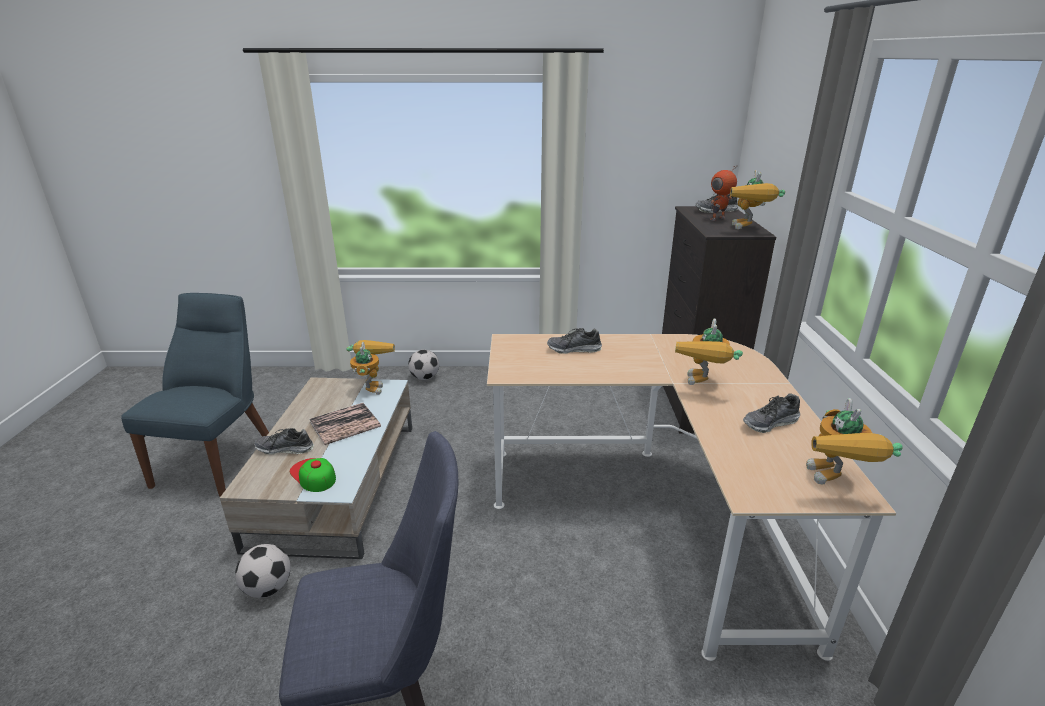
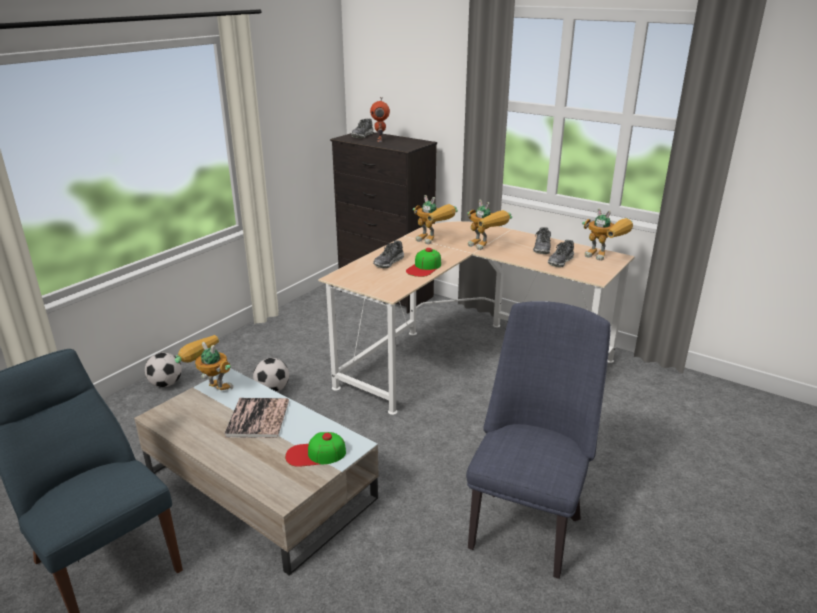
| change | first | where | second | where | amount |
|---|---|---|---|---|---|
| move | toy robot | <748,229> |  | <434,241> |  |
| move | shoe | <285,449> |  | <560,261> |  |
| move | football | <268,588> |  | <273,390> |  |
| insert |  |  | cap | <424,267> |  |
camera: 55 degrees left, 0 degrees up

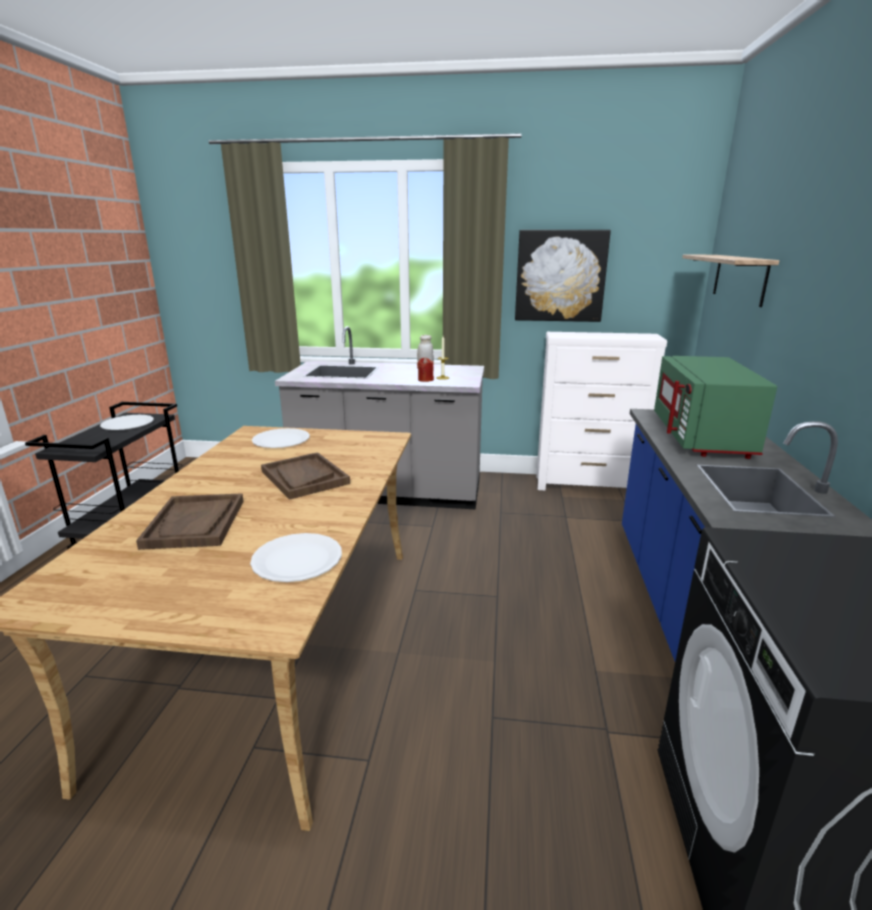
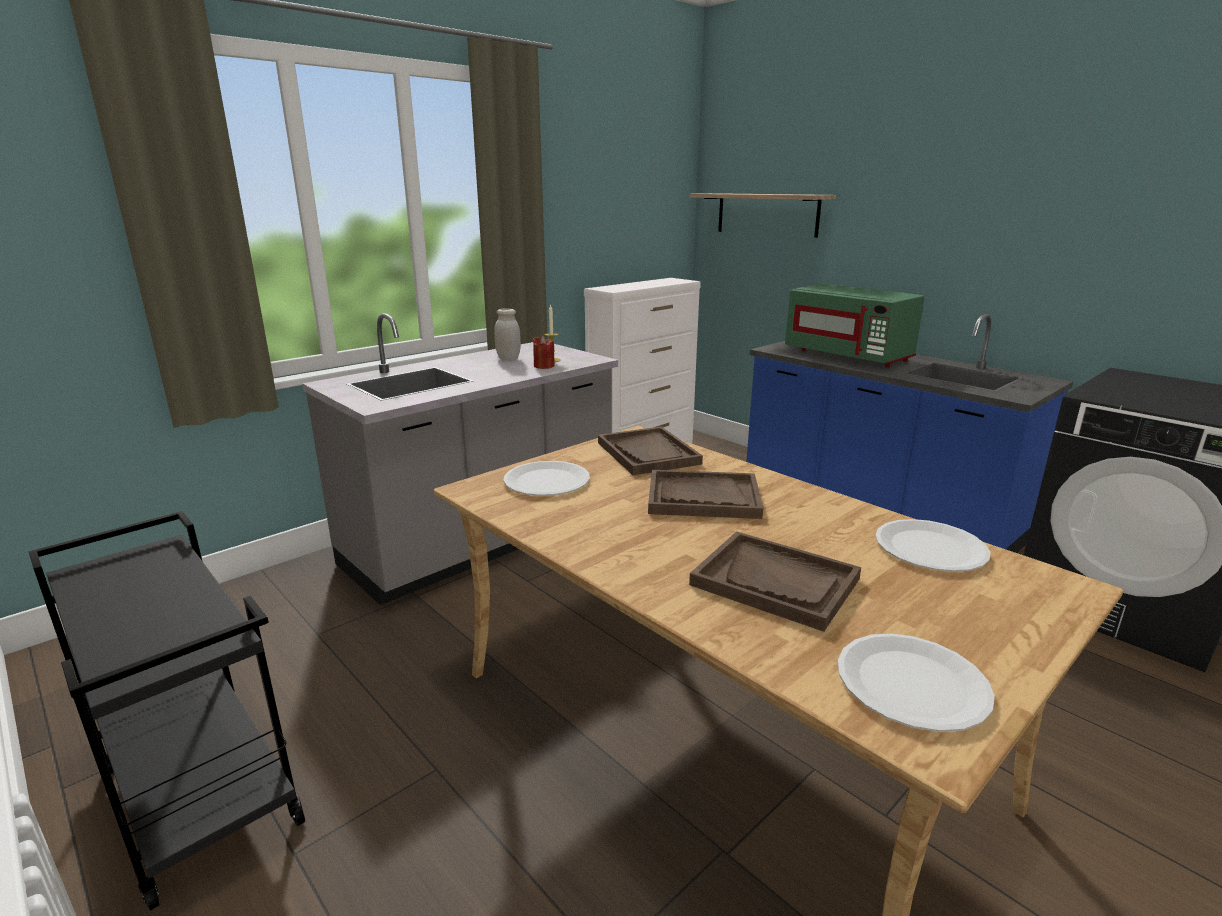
| change | first | where | second | where | amount |
|---|---|---|---|---|---|
| delete | picture | <560,276> |  |  |  |
| move | white plate | <128,424> |  | <912,683> |  |
| insert |  |  | brown tray | <648,453> |  |
camera: 50 degrees left, 0 degrees up

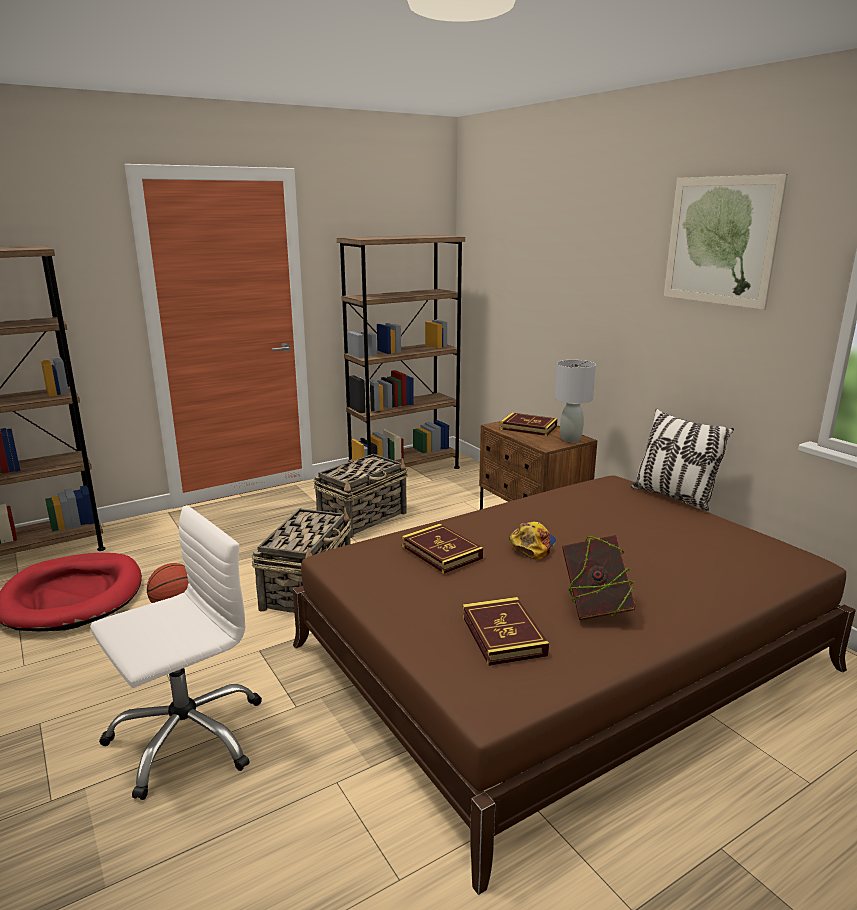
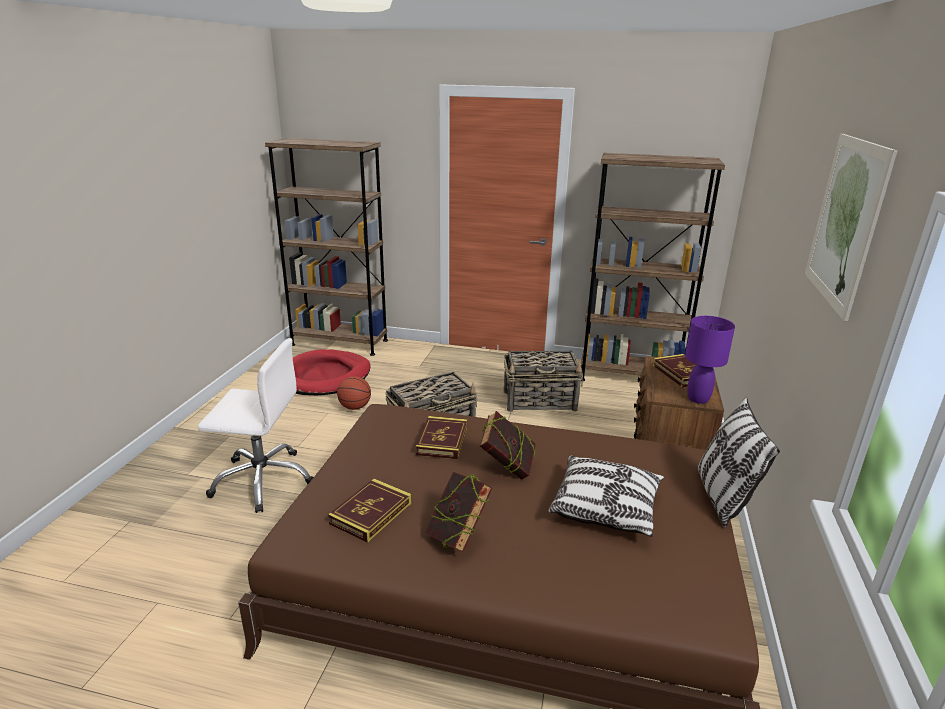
| change | first | where | second | where | amount |
|---|---|---|---|---|---|
| recolor | grey table lamp | <571,439> | purple table lamp | <698,399> |  |
| replace | cap | <532,545> | book | <507,469> |  |
| insert |  |  | pillow | <605,508> |  |
camera: 45 degrees right, 5 degrees up

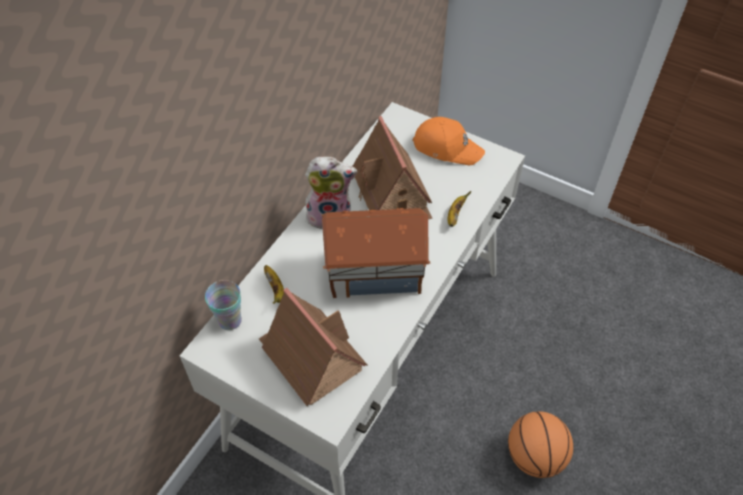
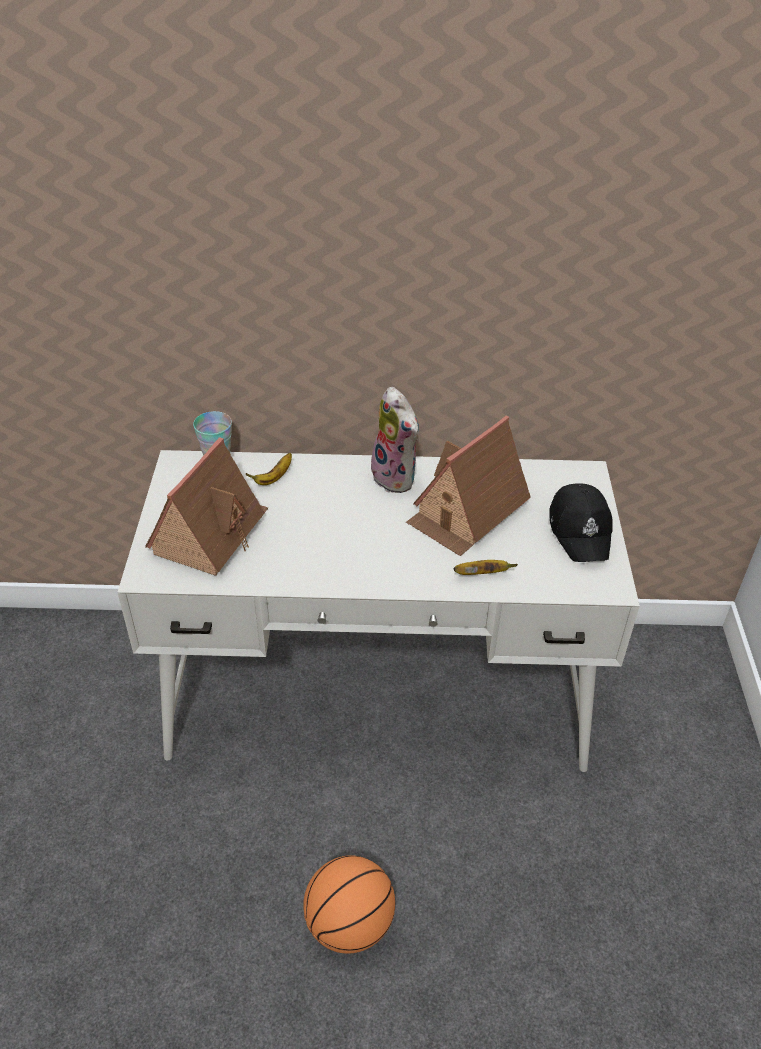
| change | first | where | second | where | amount |
|---|---|---|---|---|---|
| recolor | orange cap | <447,147> | black cap | <581,530> |  |
| delete | toy house | <374,271> |  |  |  |
camera: 60 degrees right, 10 degrees down

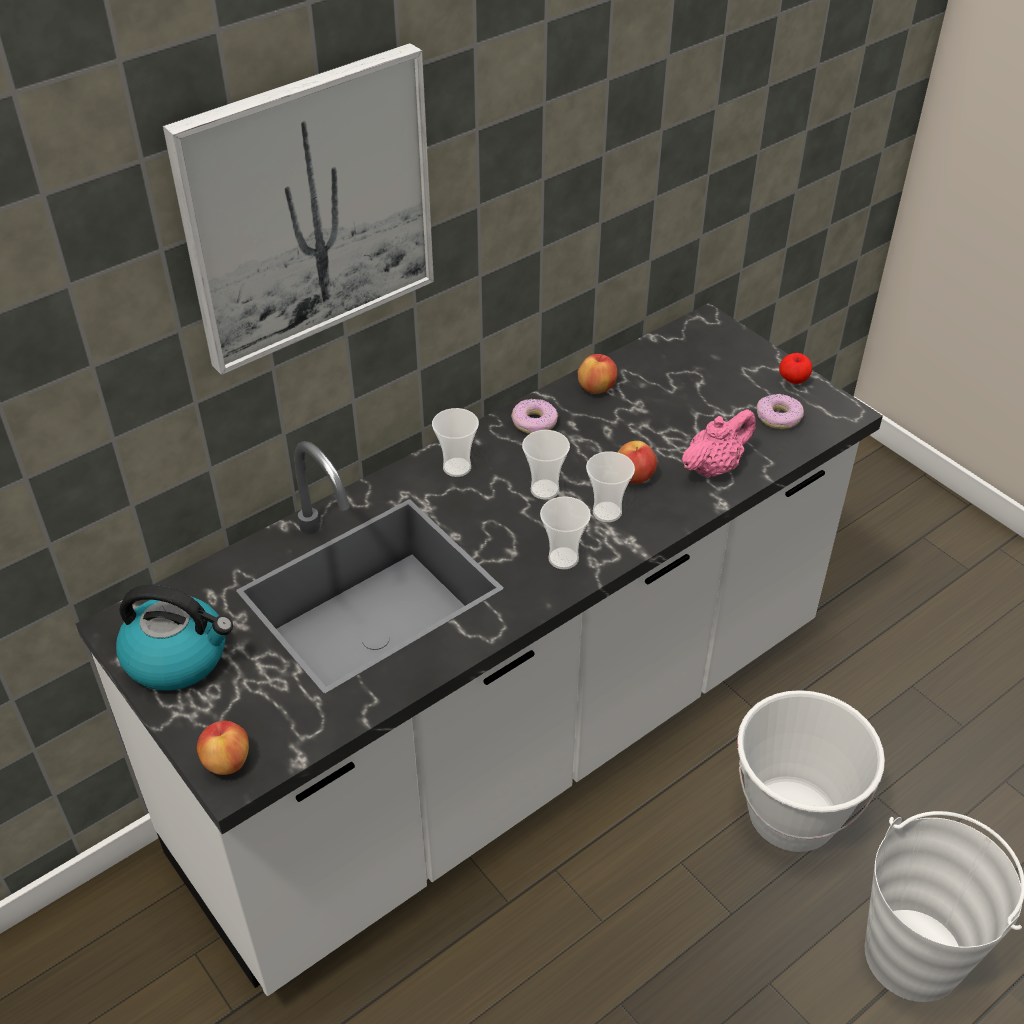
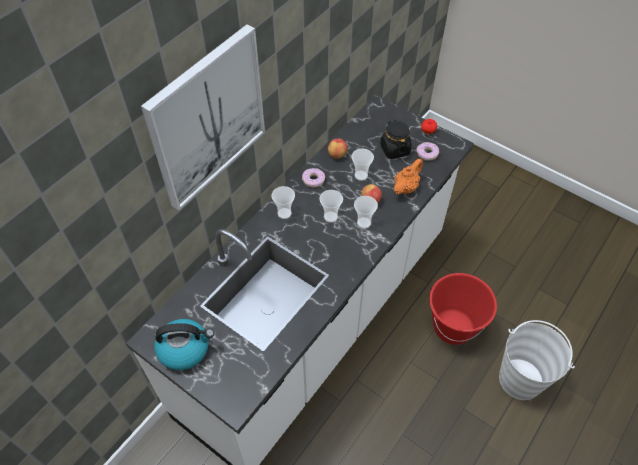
| change | first | where | second | where | amount |
|---|---|---|---|---|---|
| recolor | pink teapot | <714,467> | orange teapot | <406,187> |  |
| move | cup | <563,558> |  | <361,175> |  |
| recolor | white bucket | <791,814> | red bucket | <453,327> |  |
| delete | apple | <227,761> |  |  |  |
| insert |  |  | black jar | <395,149> |  |
camera: 15 degrees left, 10 degrees up

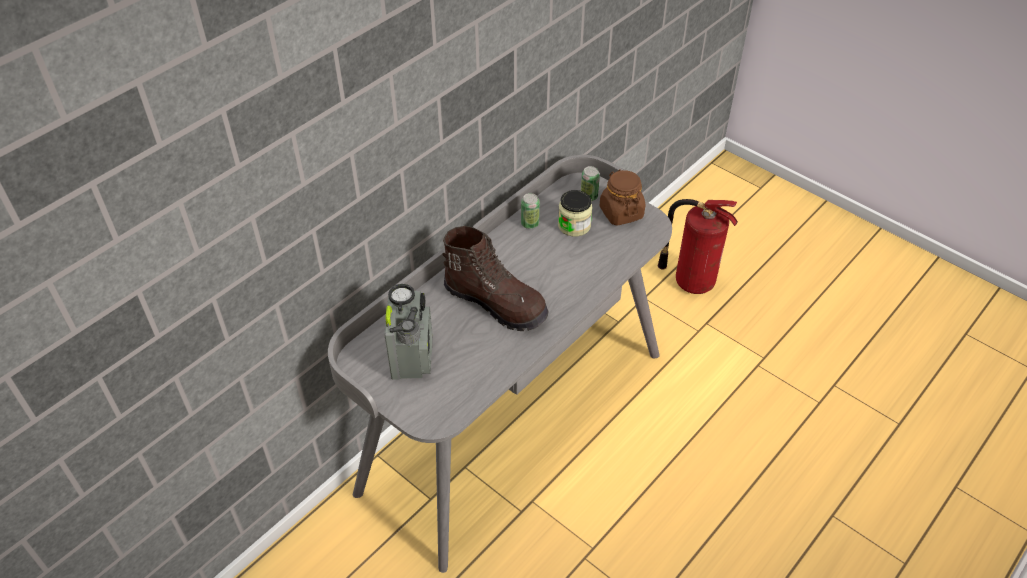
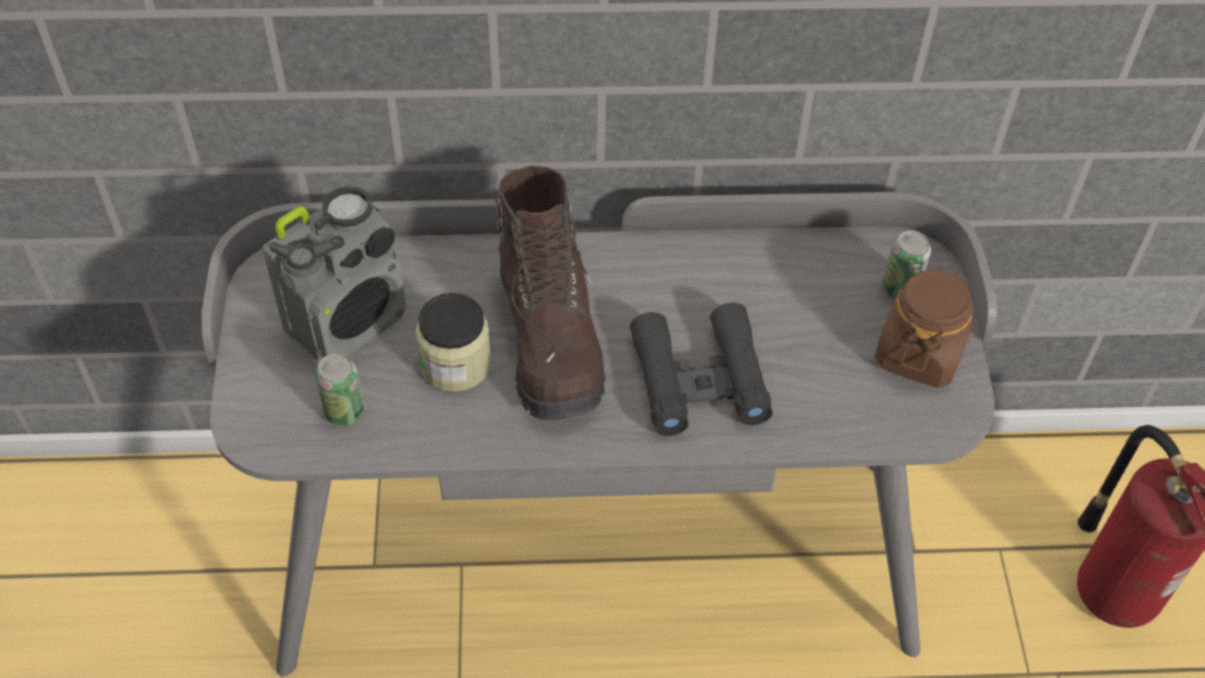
| change | first | where | second | where | amount |
|---|---|---|---|---|---|
| move | jar | <574,225> |  | <456,364> |  |
| move | can | <530,224> |  | <344,412> |  |
| insert |  |  | black binoculars | <699,379> |  |
camera: 45 degrees right, 5 degrees up

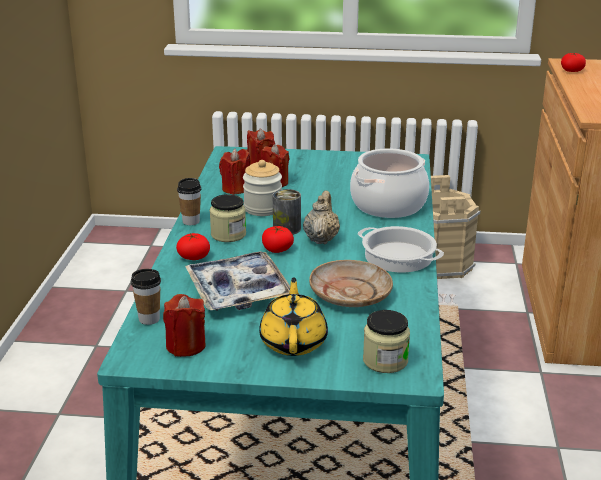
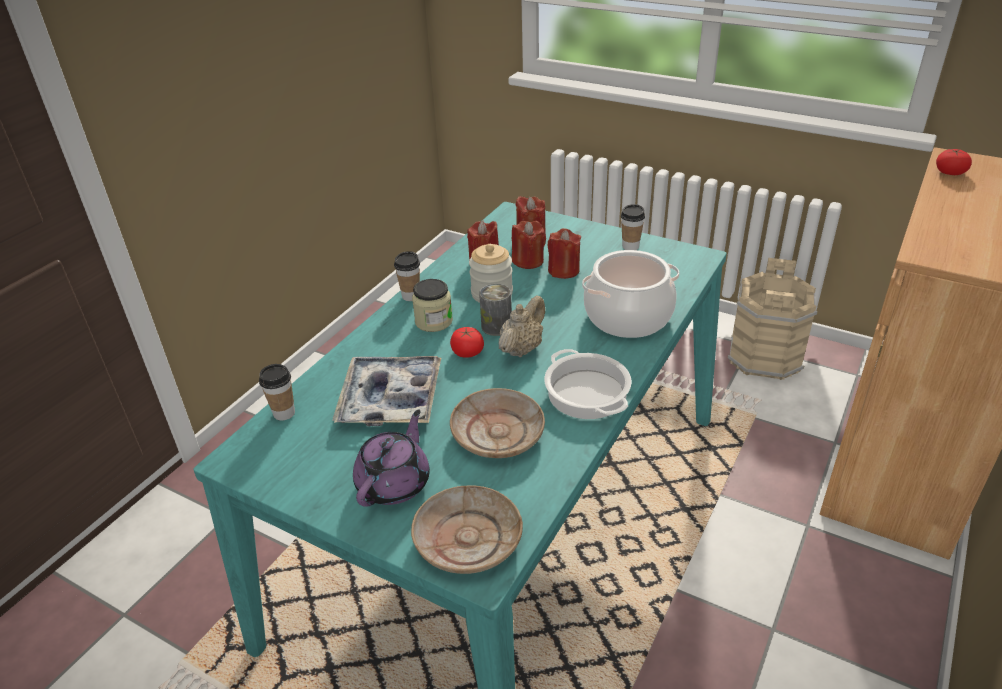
| change | first | where | second | where | amount |
|---|---|---|---|---|---|
| delete | tomato | <193,257> |  |  |  |
| recolor | yellow teapot | <294,341> | purple teapot | <394,483> |  |
| move | red candle | <186,346> |  | <563,270> |  |
| replace | jar | <385,361> | beige plate | <467,539> |  |
| insert |  |  | cup | <630,247> |  |
camera: 25 degrees right, 10 degrees up

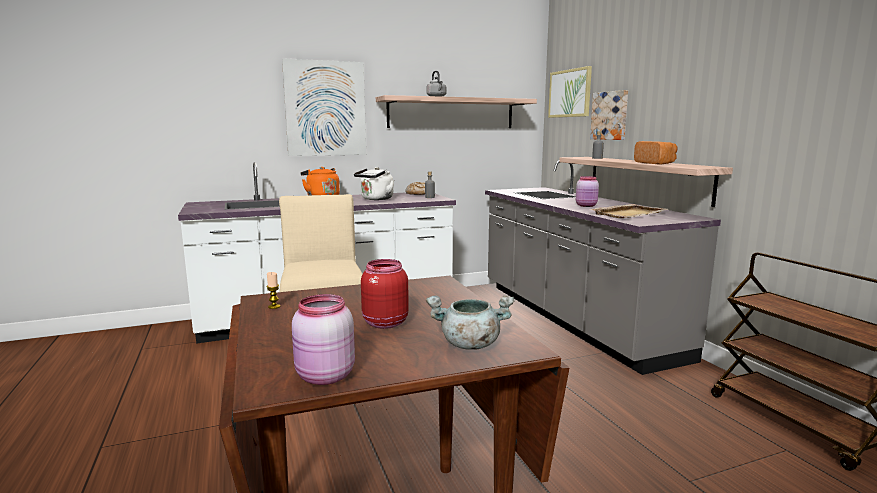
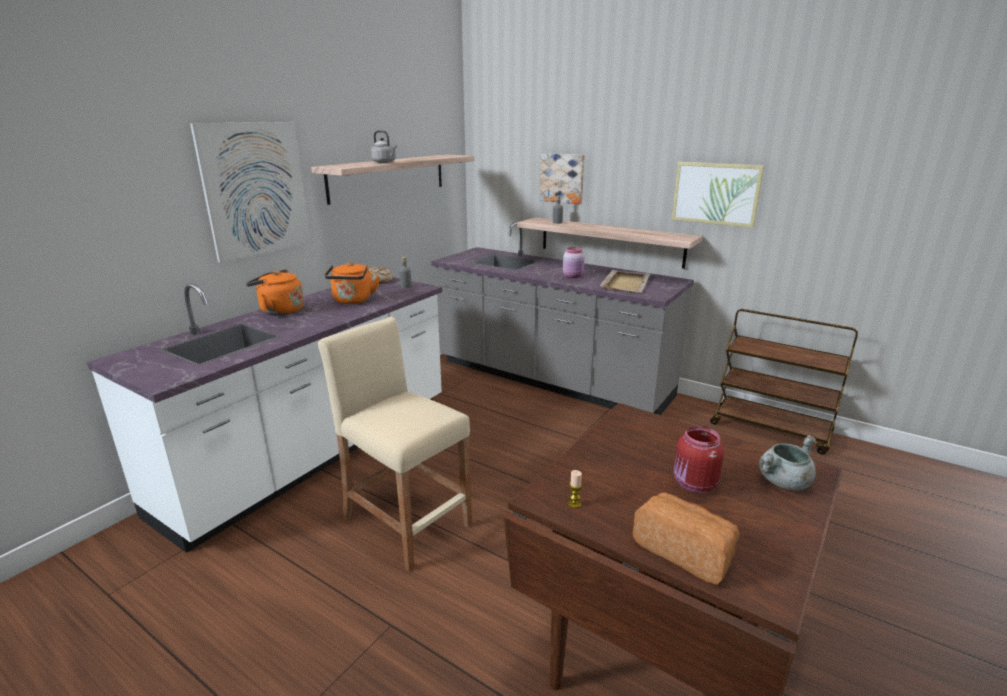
| change | first | where | second | where | amount |
|---|---|---|---|---|---|
| move | picture | <570,93> |  | <716,193> |  |
| move | bread | <655,163> |  | <685,551> |  |
| recolor | white kettle | <375,199> | orange kettle | <353,301> |  |
| delete | pink jar | <324,377> |  |  |  |
camera: 35 degrees left, 10 degrees up

